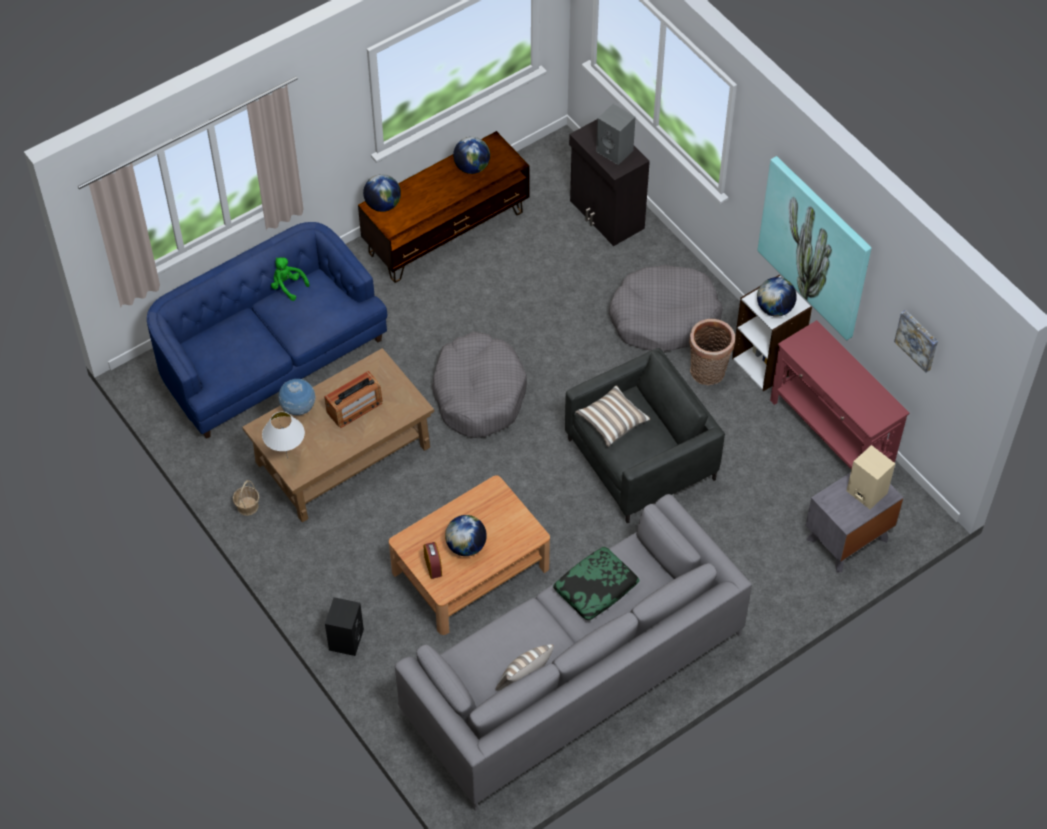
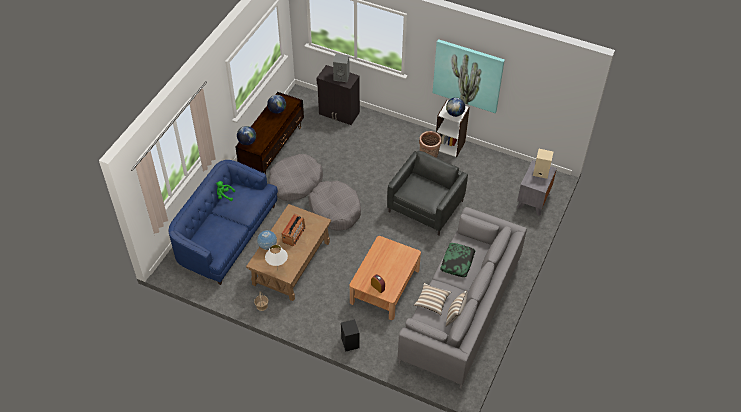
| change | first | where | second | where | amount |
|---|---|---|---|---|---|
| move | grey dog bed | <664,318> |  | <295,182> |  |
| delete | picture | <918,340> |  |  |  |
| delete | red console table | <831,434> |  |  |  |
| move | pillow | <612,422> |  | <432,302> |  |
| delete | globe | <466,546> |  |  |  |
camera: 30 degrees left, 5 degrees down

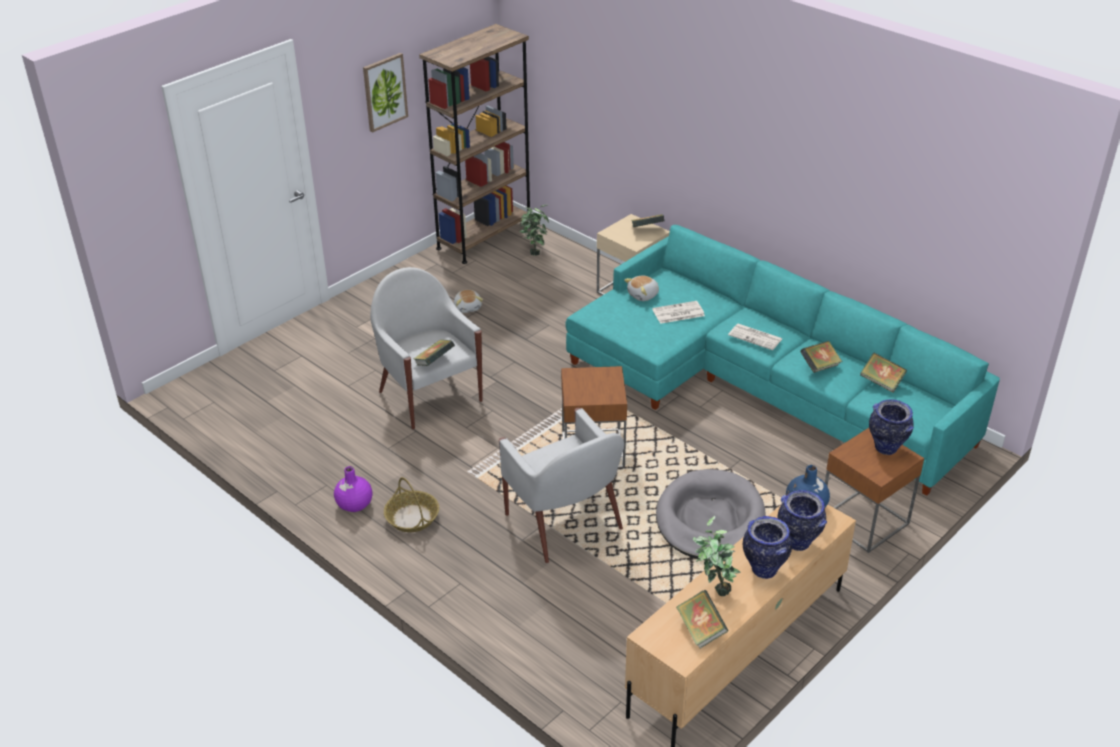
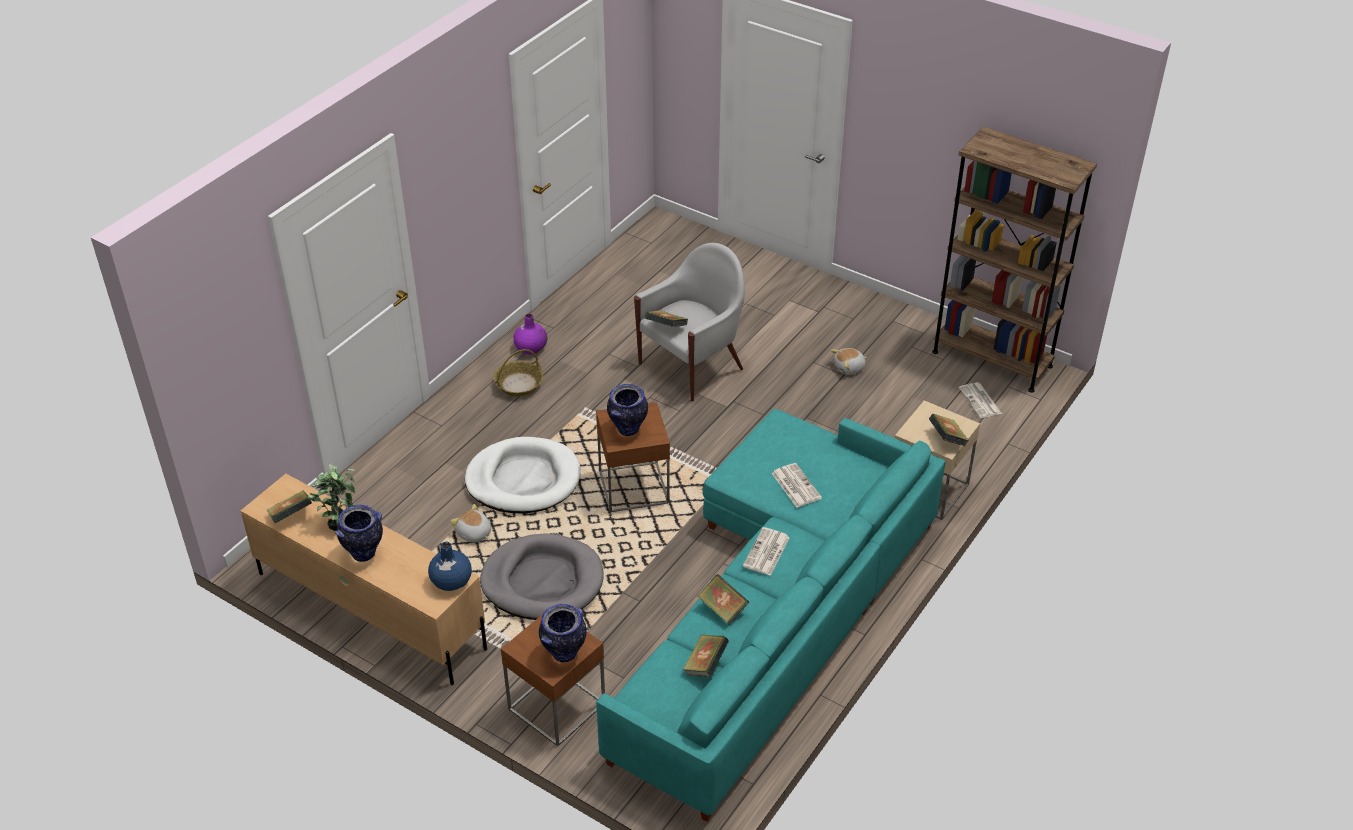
| change | first | where | second | where | amount |
|---|---|---|---|---|---|
| delete | picture | <384,92> |  |  |  |
| replace | potted plant | <534,251> | newspaper | <980,401> |  |
| move | plush toy | <643,295> |  | <474,534> |  |
| replace | white armchair | <564,523> | white dog bed | <523,479> |  |
| move | vase | <798,543> |  | <628,430> |  |
camera: 80 degrees right, 5 degrees up

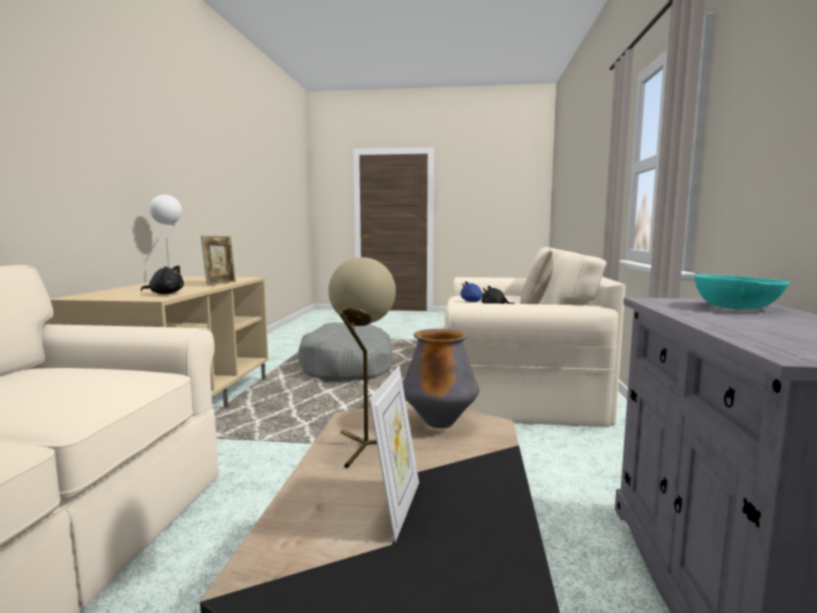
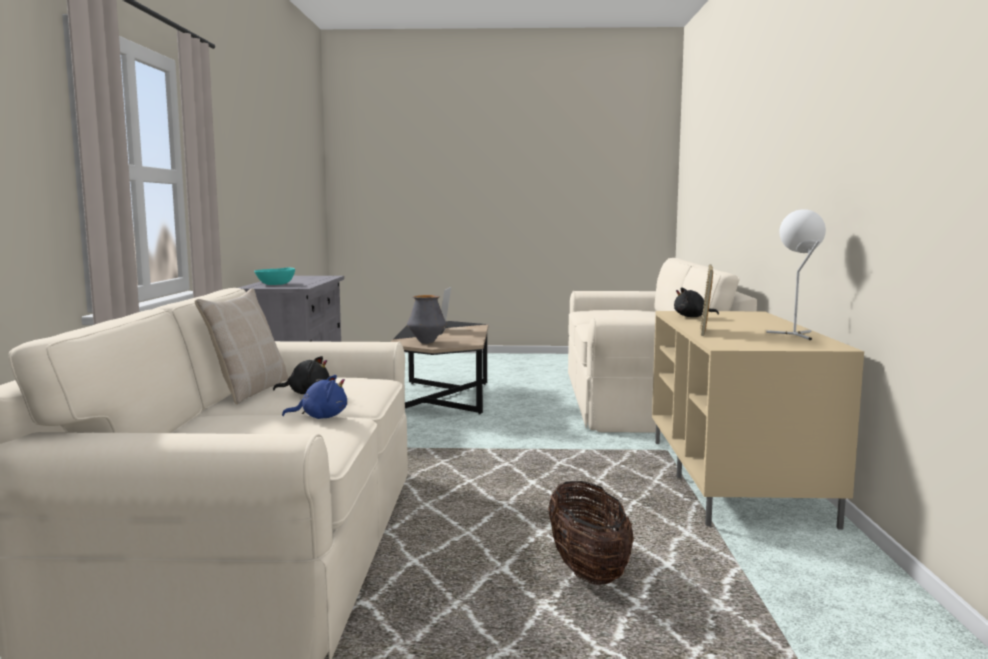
| change | first | where | second | where | amount |
|---|---|---|---|---|---|
| delete | beige table lamp | <364,447> |  |  |  |
| replace | grey dog bed | <348,367> | basket | <588,570> |  |
camera: 175 degrees right, 0 degrees up

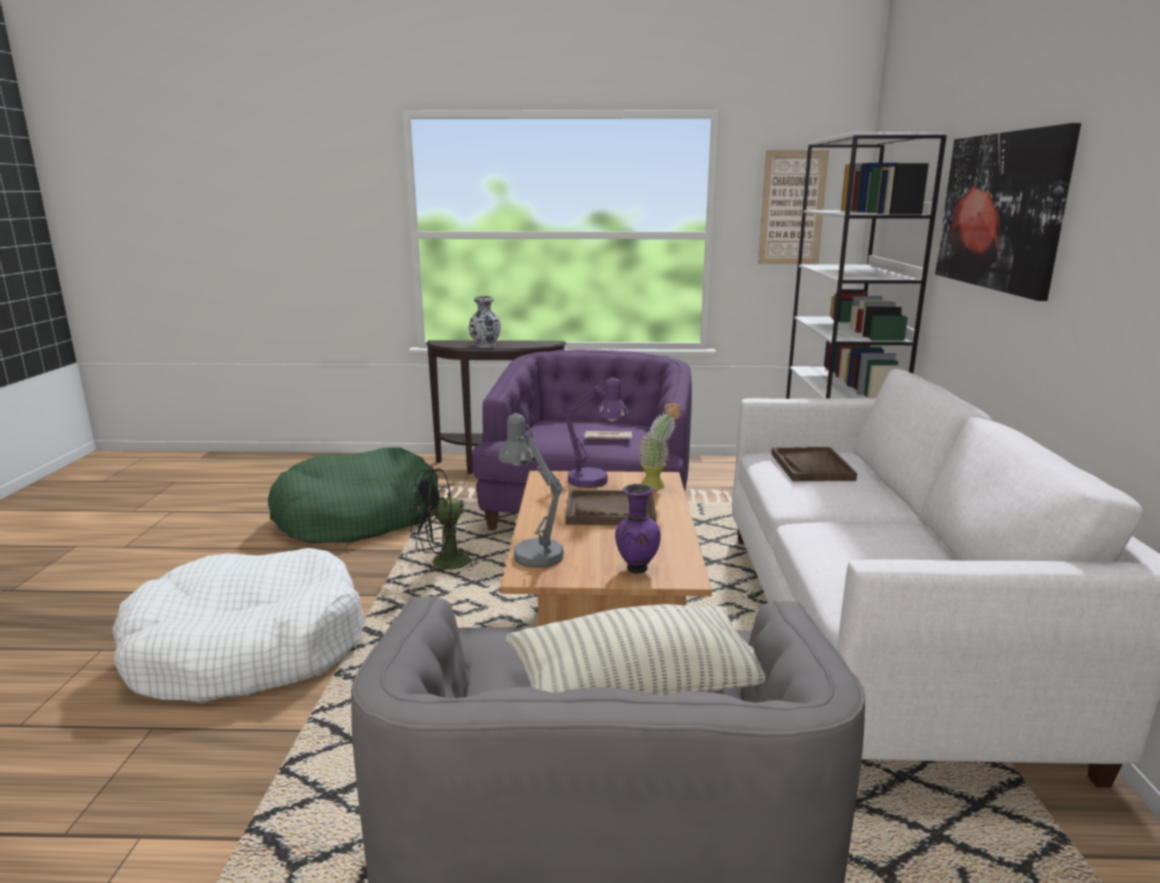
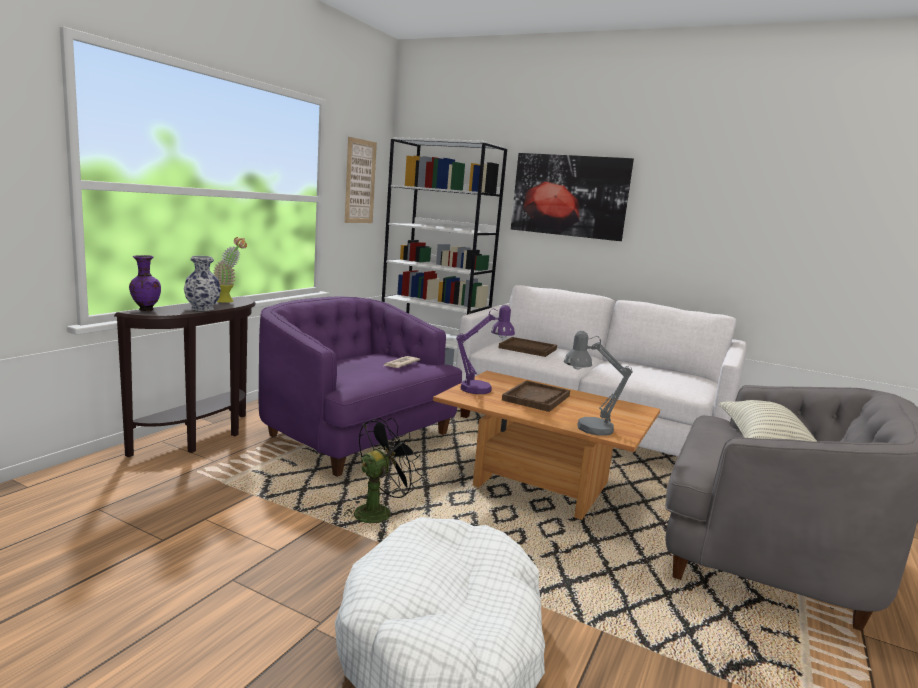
| change | first | where | second | where | amount |
|---|---|---|---|---|---|
| move | potted plant | <658,487> |  | <229,301> |  |
| delete | green dog bed | <357,516> |  |  |  |
| rotate | black fan | <443,565> |  | <378,511> | 135 degrees counterclockwise |
| move | purple vase | <636,568> |  | <145,310> |  |
camera: 65 degrees left, 5 degrees down

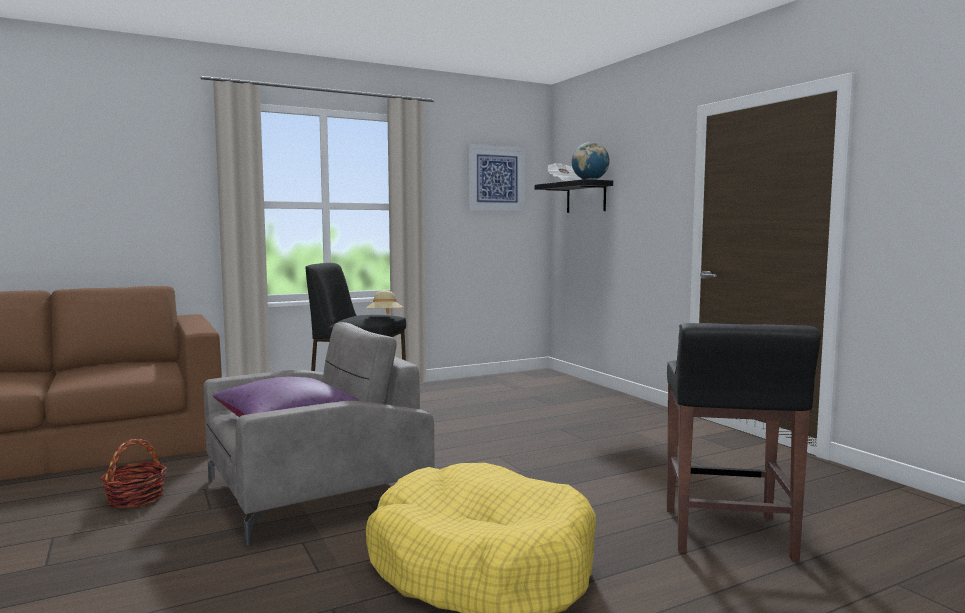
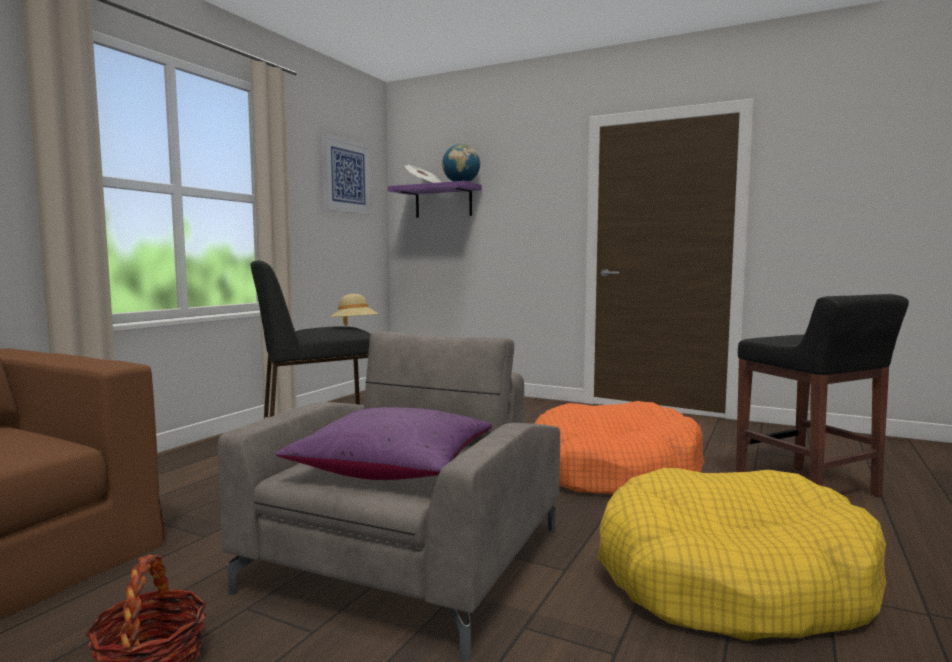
| change | first | where | second | where | amount |
|---|---|---|---|---|---|
| recolor | black shelf | <586,197> | purple shelf | <443,202> |  |
| insert |  |  | orange dog bed | <613,471> |  |
camera: 35 degrees left, 0 degrees up

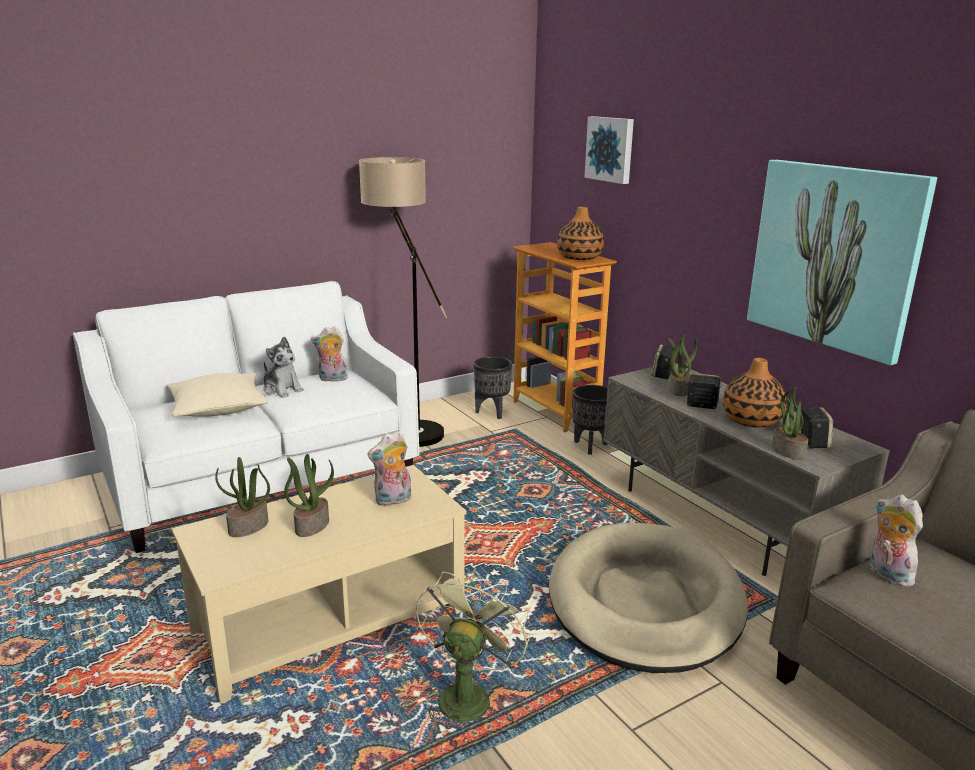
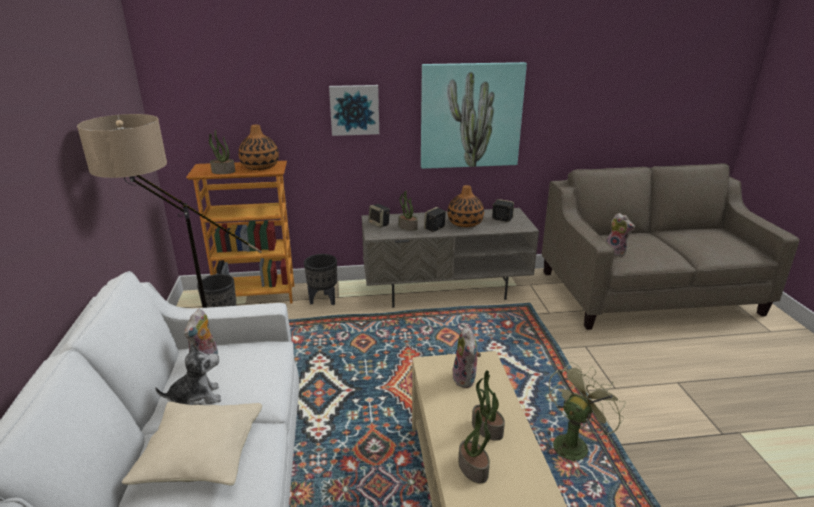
| change | first | where | second | where | amount |
|---|---|---|---|---|---|
| move | picture | <610,149> |  | <354,109> |  |
| move | potted plant | <787,451> |  | <223,172> |  |
| rotate | plush toy | <886,574> |  | <616,252> | 135 degrees counterclockwise |
| delete | beige dog bed | <645,602> |  |  |  |
| rotate | green fan | <466,694> |  | <573,442> | 90 degrees clockwise |
camera: 65 degrees left, 5 degrees up

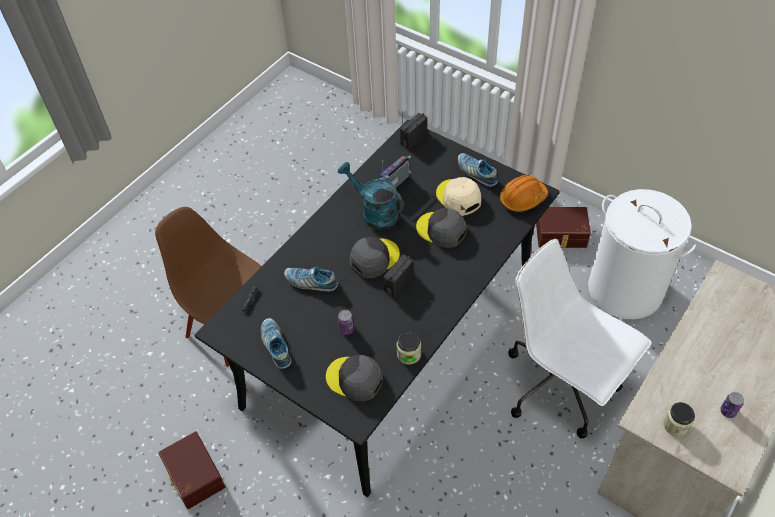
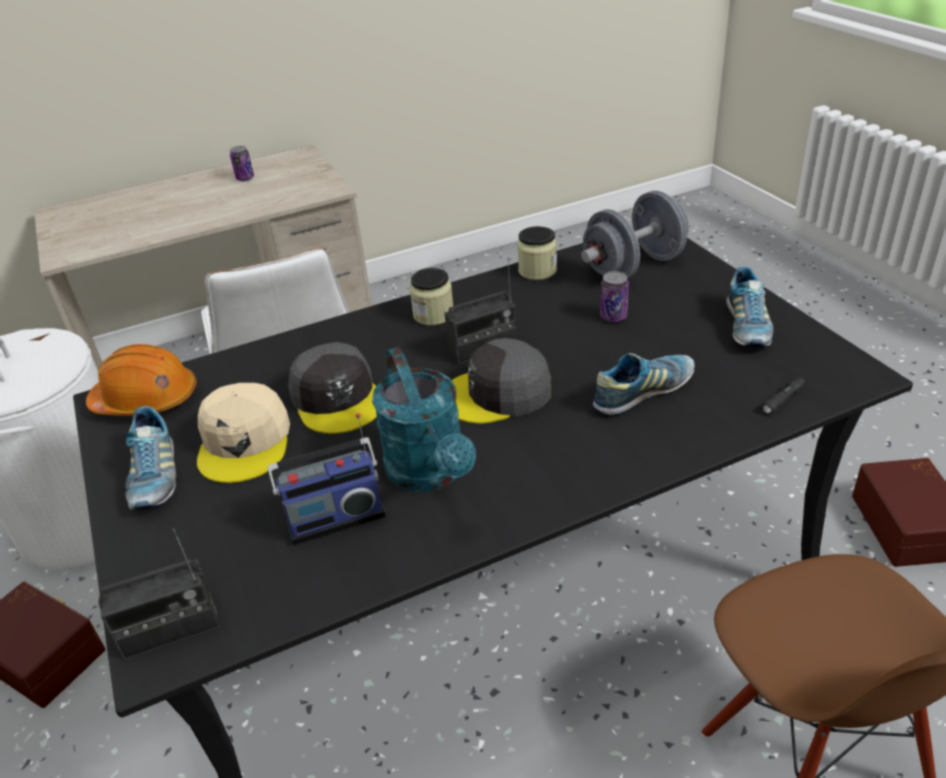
| change | first | where | second | where | amount |
|---|---|---|---|---|---|
| rotate | shoe | <311,282> |  | <643,393> | 75 degrees counterclockwise |
| replace | grey cap | <354,379> | grey dumbbell | <634,267> |  |
| move | jar | <676,425> |  | <433,315> |  |
camera: 150 degrees left, 15 degrees down

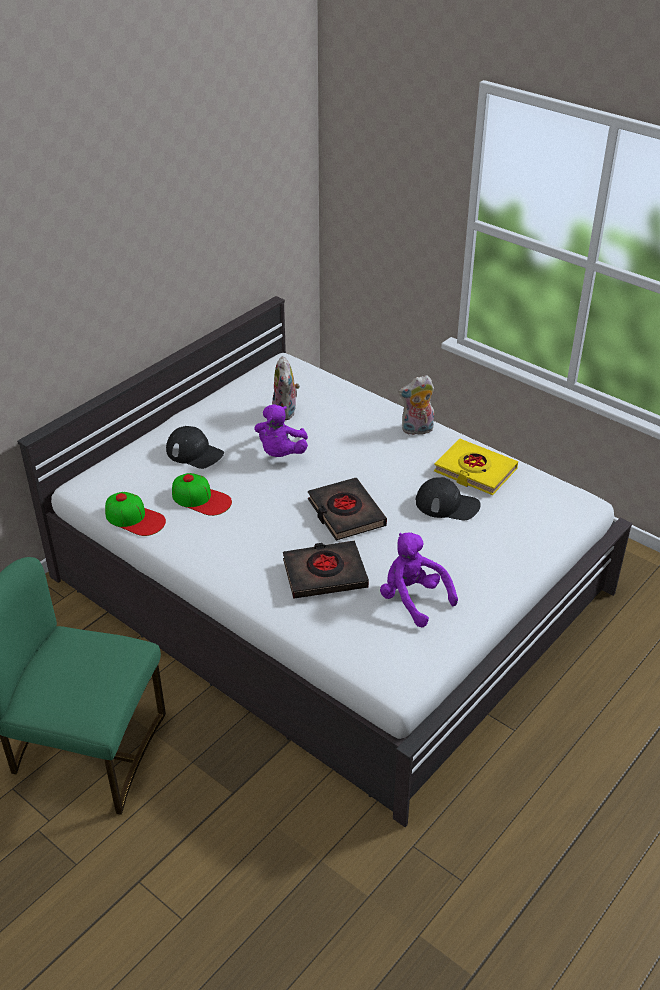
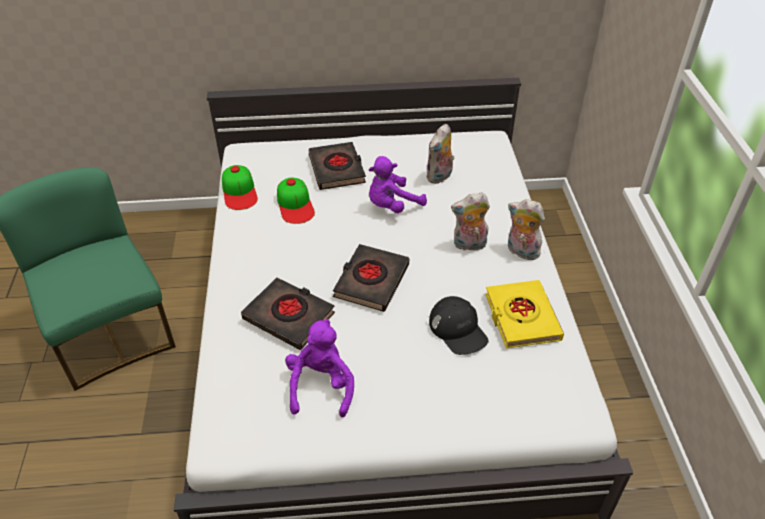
| change | first | where | second | where | amount |
|---|---|---|---|---|---|
| replace | black cap | <195,453> | black book | <337,169> |  |
| insert |  |  | plush toy | <469,245> |  |
camera: 45 degrees right, 5 degrees up

